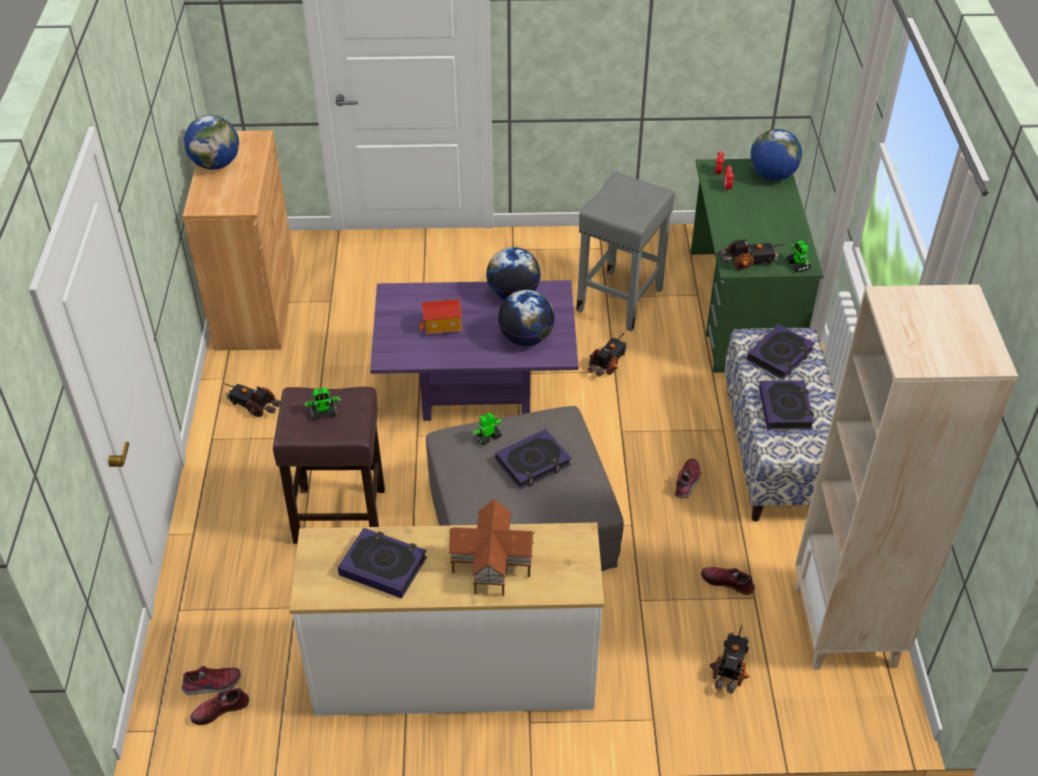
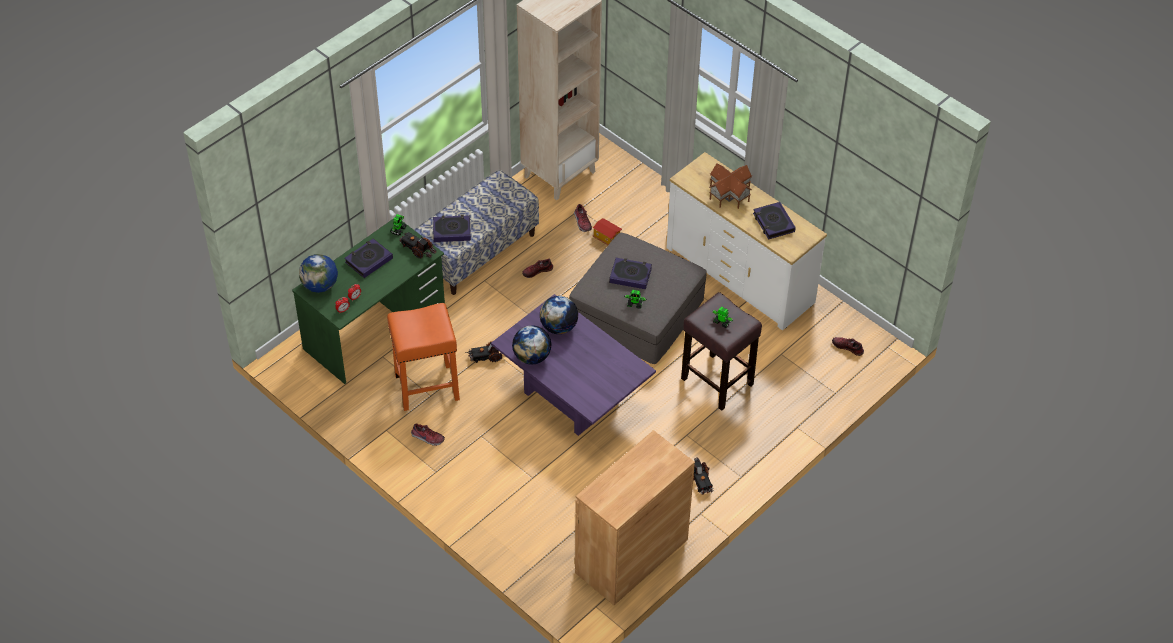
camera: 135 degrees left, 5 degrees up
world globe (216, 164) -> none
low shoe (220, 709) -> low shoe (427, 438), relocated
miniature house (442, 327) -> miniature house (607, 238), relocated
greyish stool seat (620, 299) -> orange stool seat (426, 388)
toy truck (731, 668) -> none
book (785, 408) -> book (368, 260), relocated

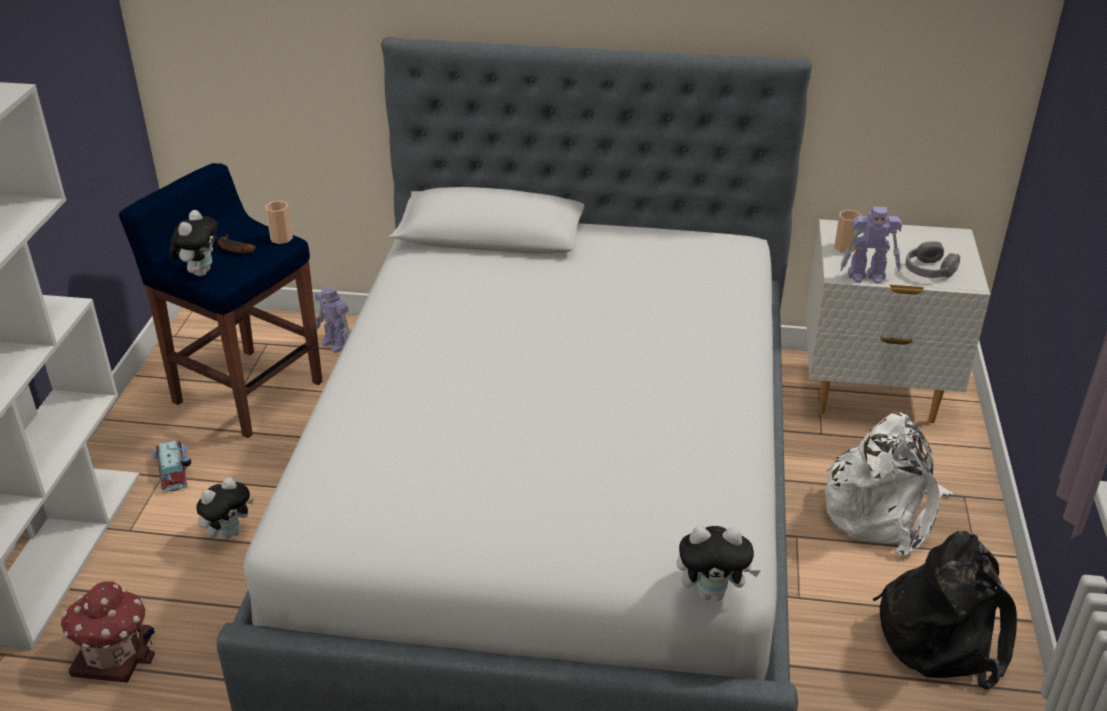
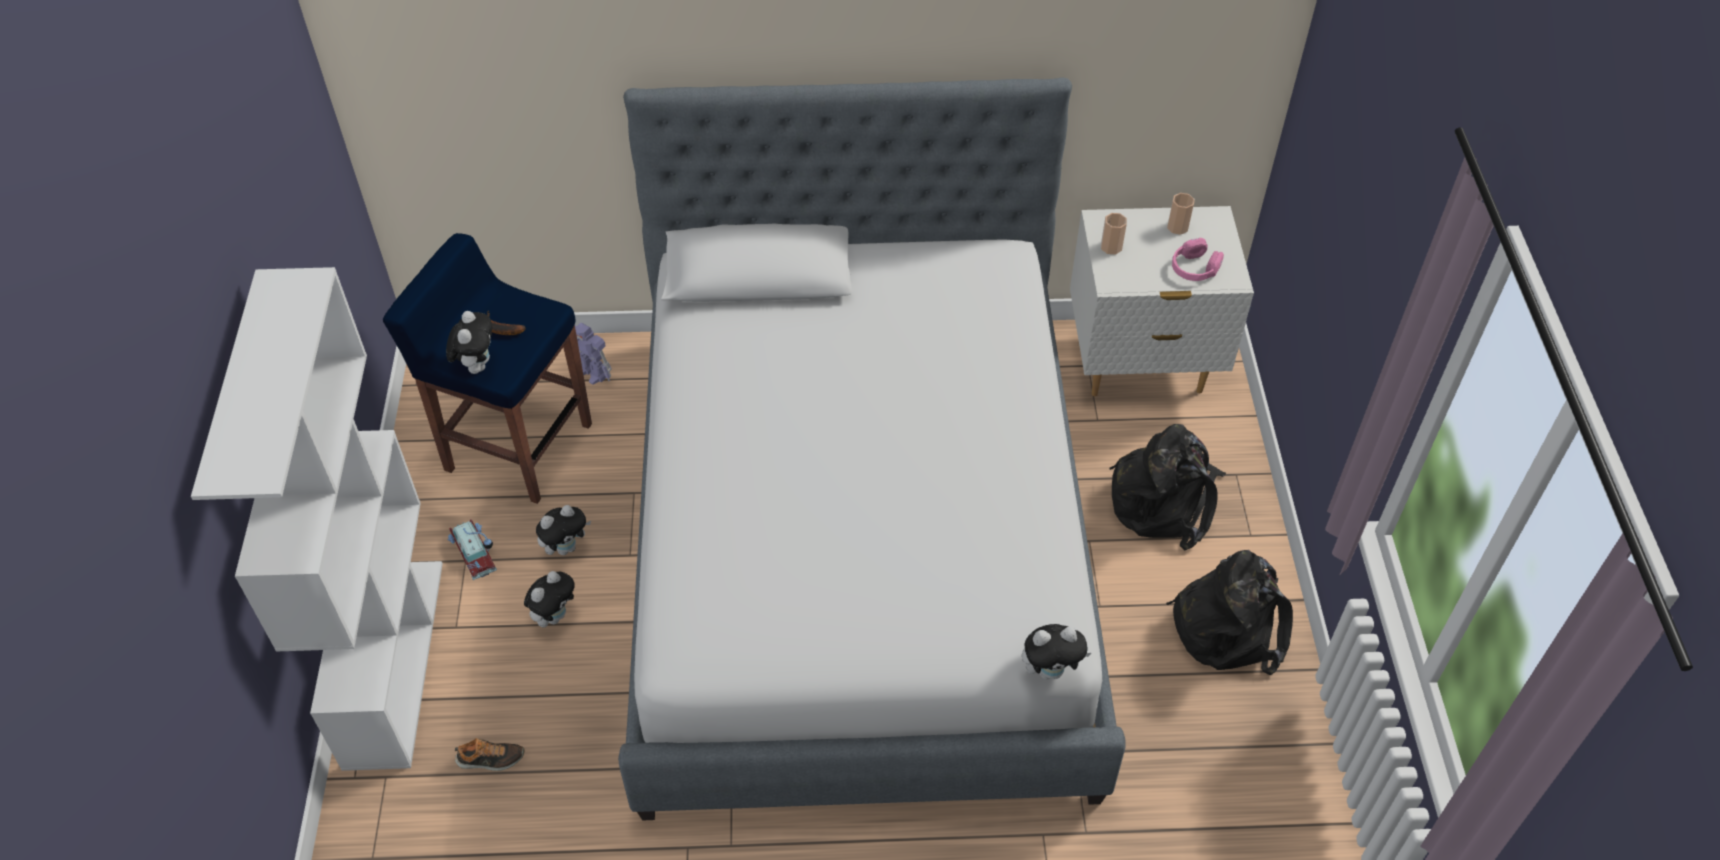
camera: 10 degrees left, 15 degrees up
miniature house (114, 653) -> low shoe (490, 759)
small cup (281, 238) -> small cup (1177, 227), relocated
whitish backpack (883, 510) -> black backpack (1164, 501)
robot figure (867, 276) -> none
greyish headphones (929, 271) -> pink-coloured headphones (1194, 268)
none -> cuddly toy (566, 547)

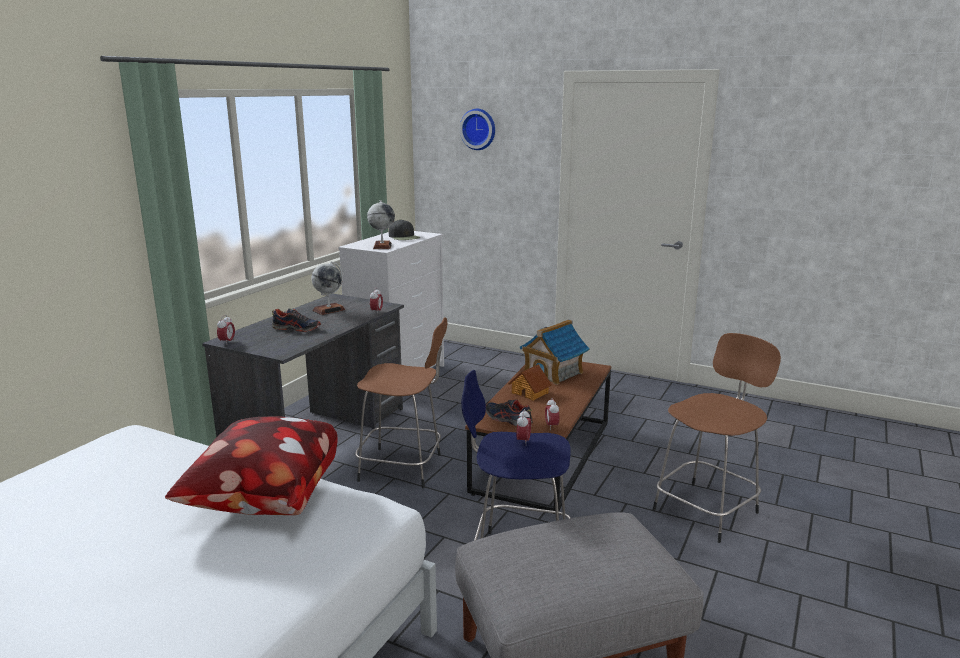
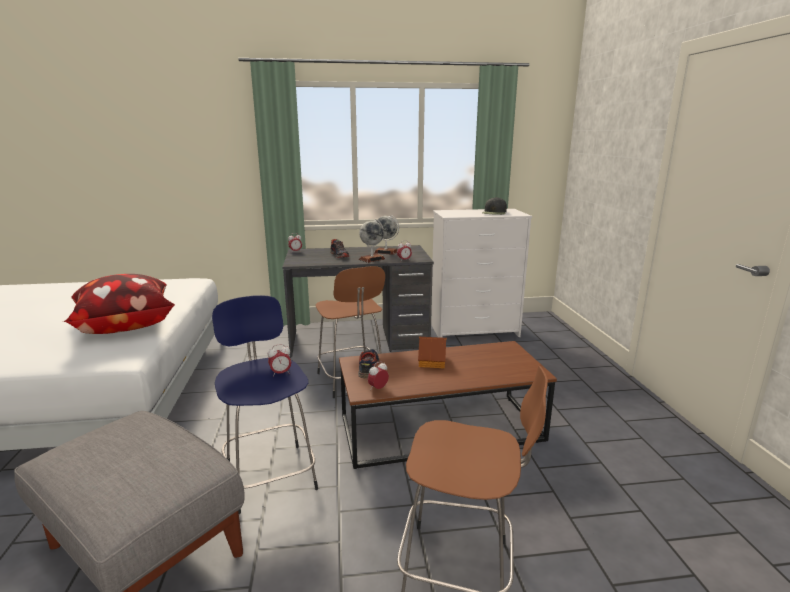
camera: 55 degrees right, 0 degrees up
world globe (382, 246) -> world globe (372, 259), relocated
hanging clock (479, 129) -> none
miniature house (553, 373) -> none

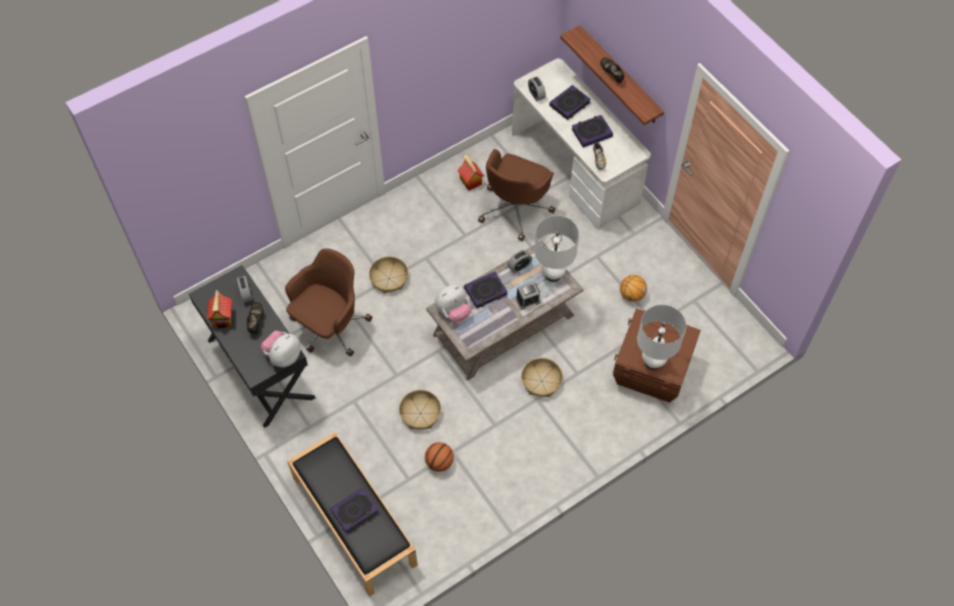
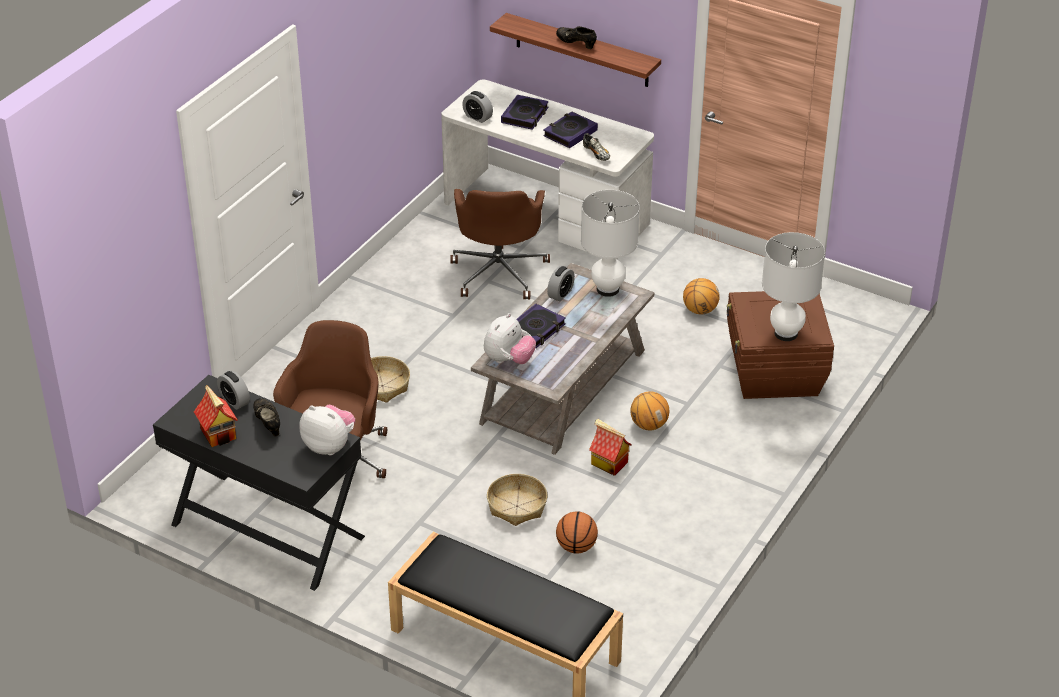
camera: 25 degrees left, 20 degrees down
cuddly toy (283, 356) -> cuddly toy (329, 446), 105 degrees clockwise
book (354, 511) -> none
miniature house (470, 181) -> miniature house (608, 463), relocated
bedside clock (527, 300) -> none
storage basket (541, 381) -> basketball (648, 425)

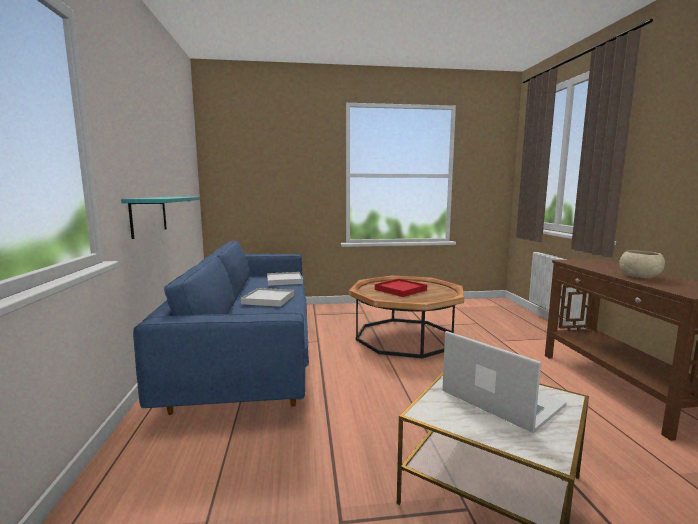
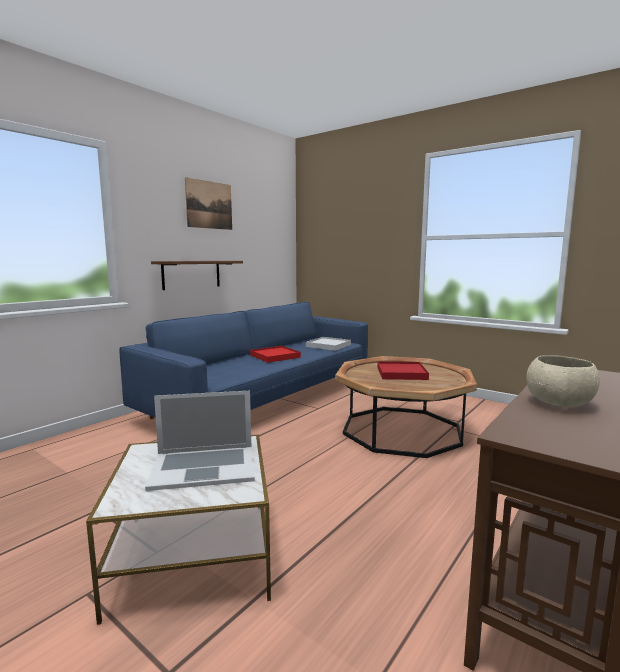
camera: 45 degrees right, 0 degrees up
turquoise wall shelf (148, 215) -> brown wall shelf (191, 274)
whitish carrying tray (268, 299) -> reddish carrying tray (275, 356)
notebook computer (501, 398) -> notebook computer (203, 467), 75 degrees clockwise
none -> picture (209, 205)

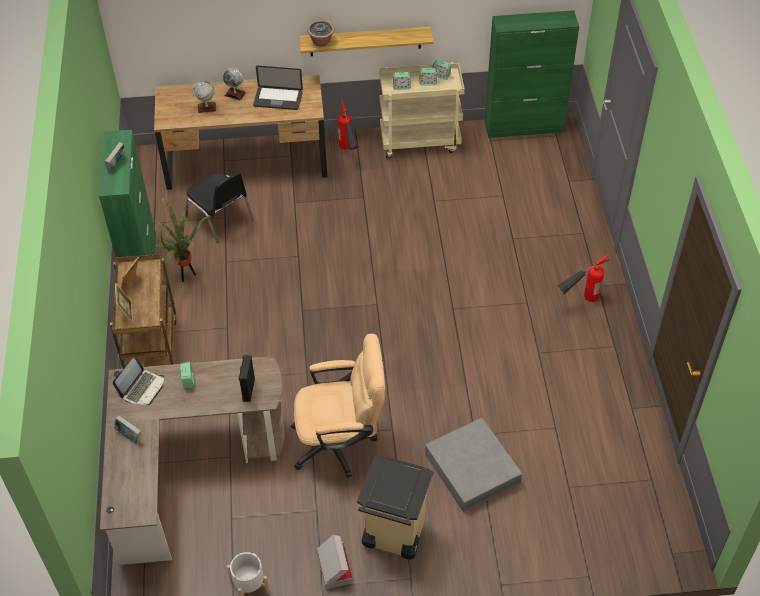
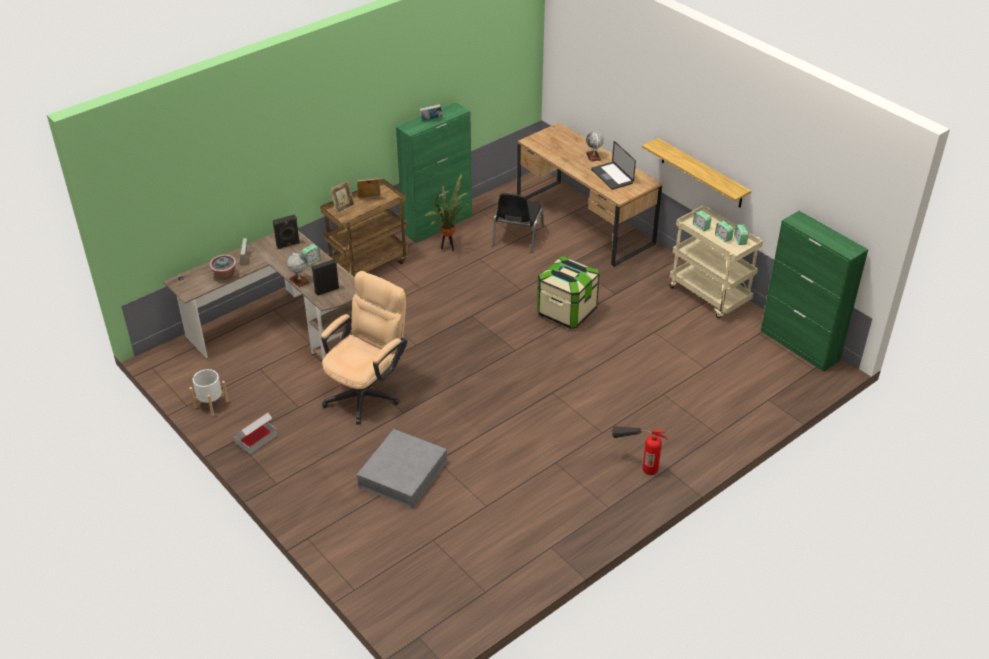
camera: 55 degrees right, 10 degrees down
notebook computer (142, 388) -> black audio speaker (288, 245)
world globe (206, 108) -> world globe (299, 280), relocated
sand-coloured computer chair (341, 443) -> sand-coloured computer chair (367, 392), 105 degrees counterclockwise
houseplant (321, 42) -> houseplant (225, 276), relocated
fire-fighting cylinder (349, 153) -> none
sand-coloured rubbish bin (393, 535) -> none
none -> storage container (566, 312)

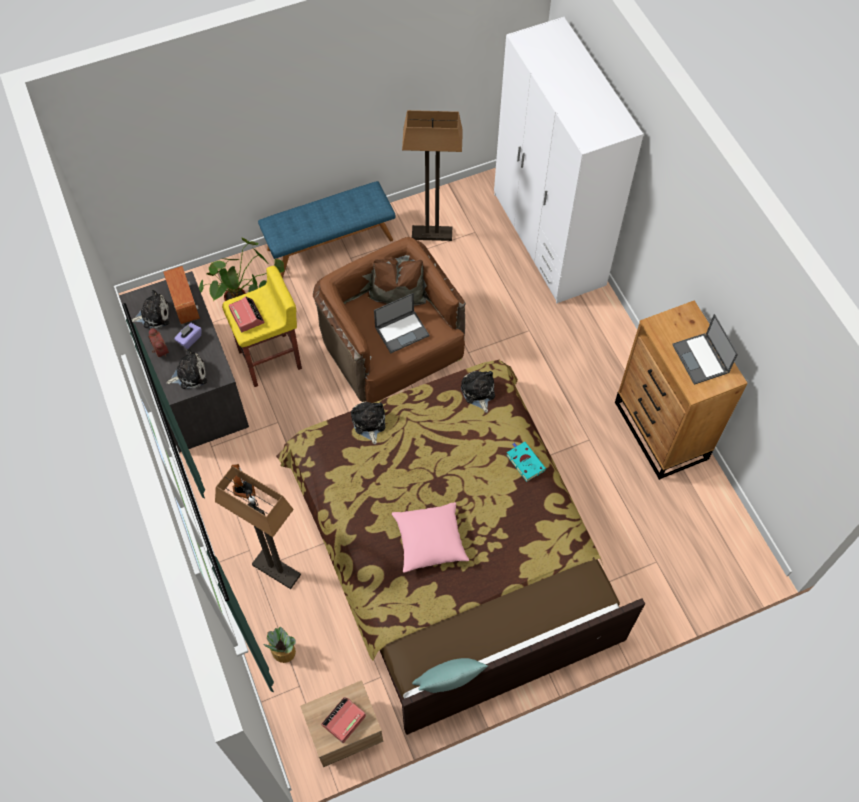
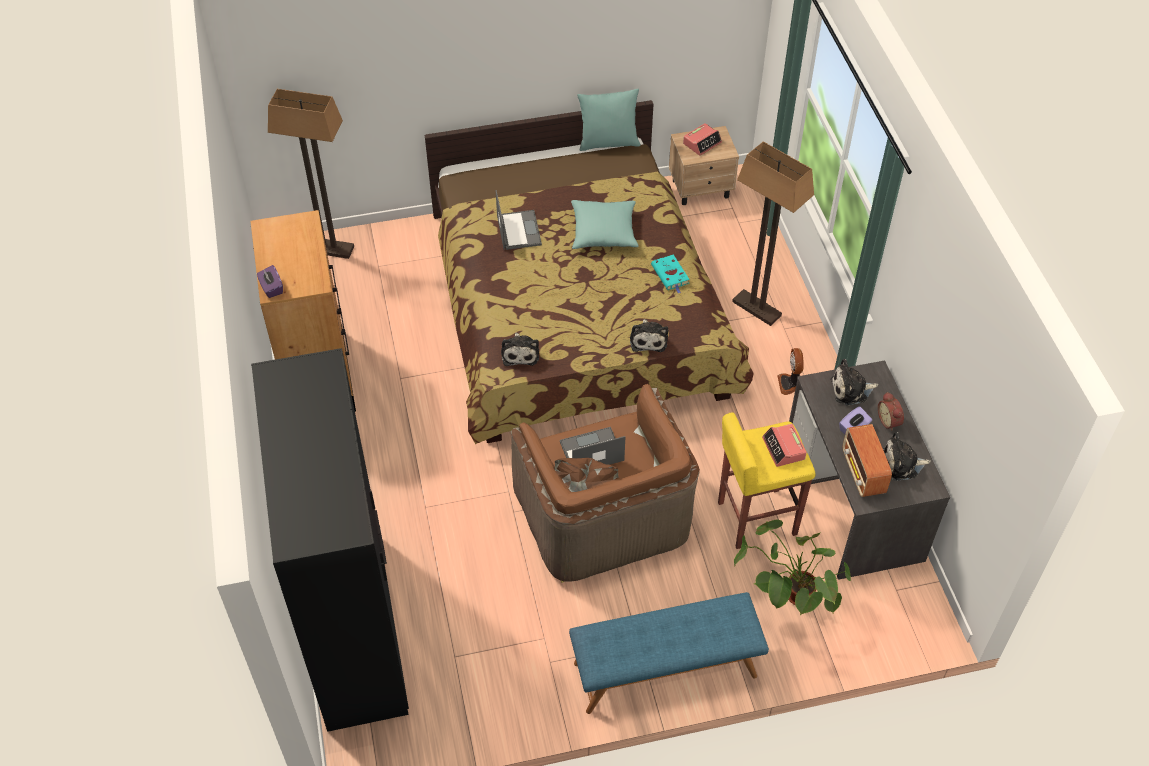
camera: 170 degrees left, 10 degrees down
houseplant (284, 651) -> none
pink-coloured cushion (430, 541) -> turquoise cushion (604, 232)
floor lamp (432, 234) -> floor lamp (329, 249), relocated
whitish clothes cupboard (548, 239) -> black clothes cupboard (355, 628)
turquoise book (524, 461) -> turquoise book (670, 275), relocated
notebook computer (701, 359) -> notebook computer (518, 230), relocated
none -> purple-coloured tissue holder (271, 288)

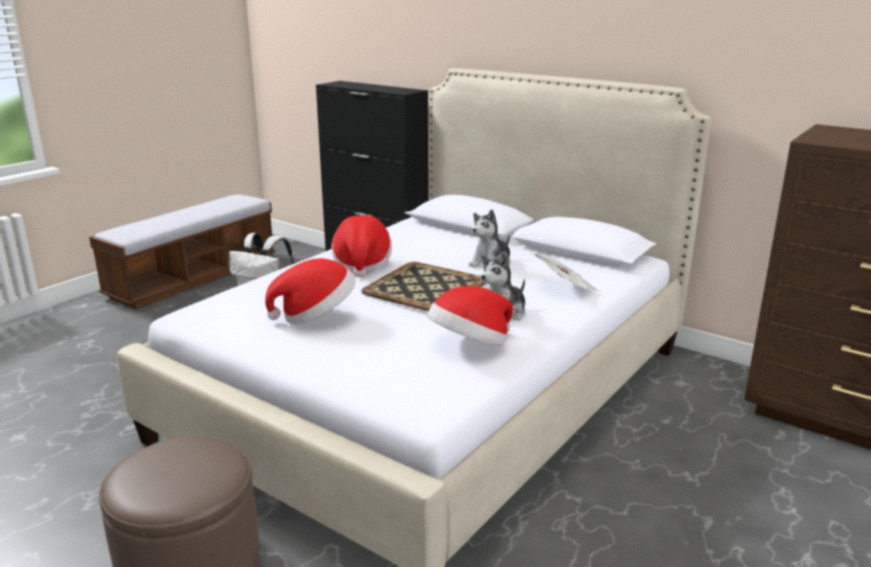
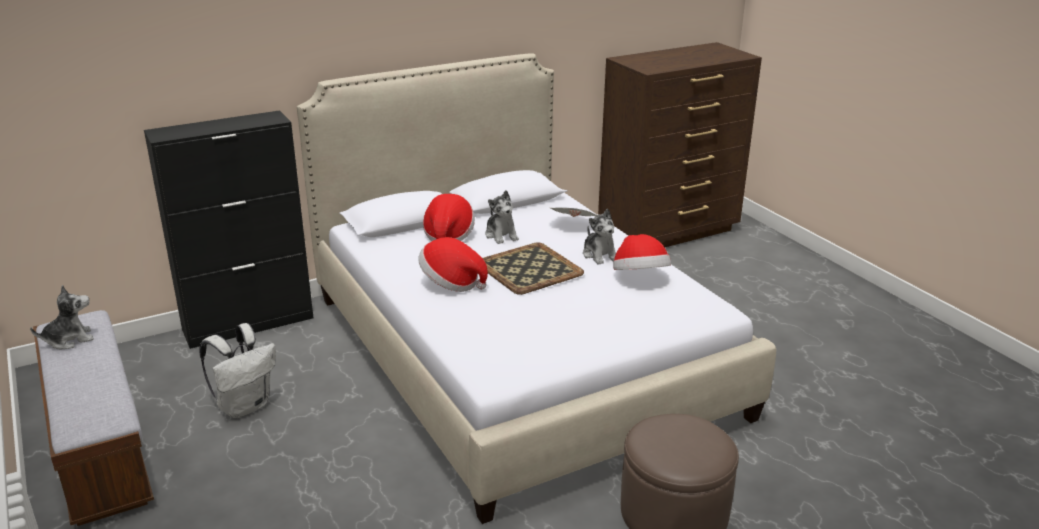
camera: 65 degrees left, 5 degrees up
clothing hat (316, 315) -> clothing hat (448, 235), relocated
none -> cuddly toy (69, 339)

